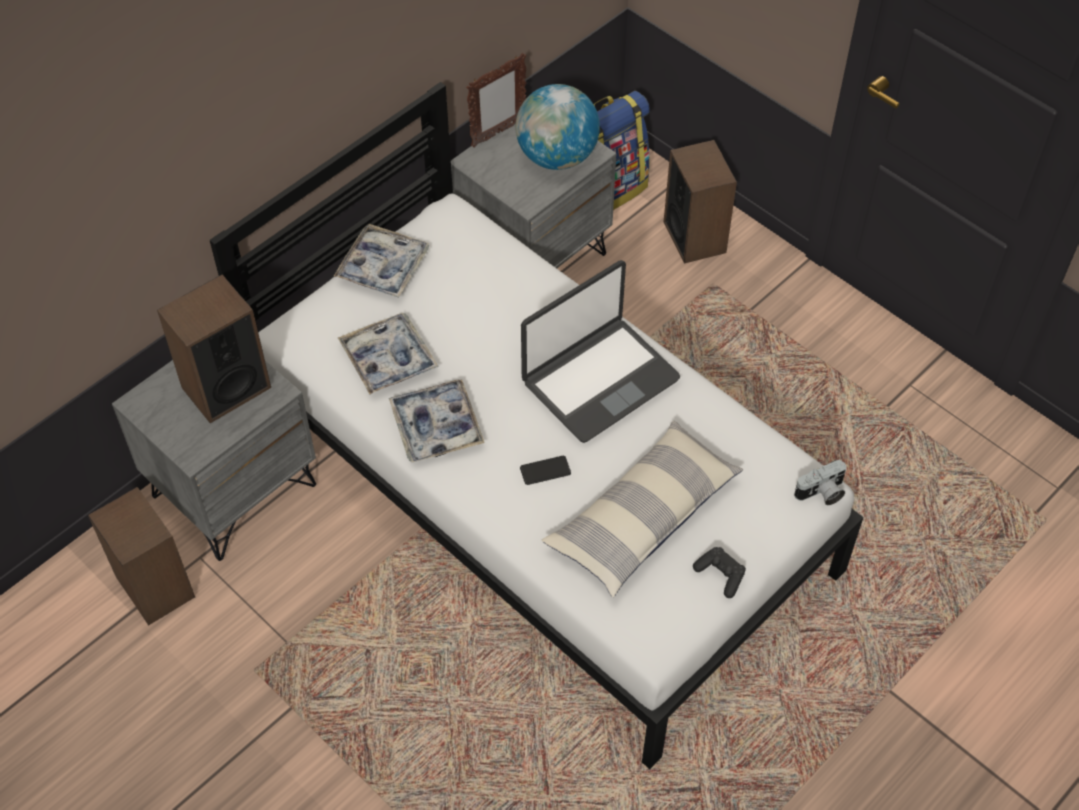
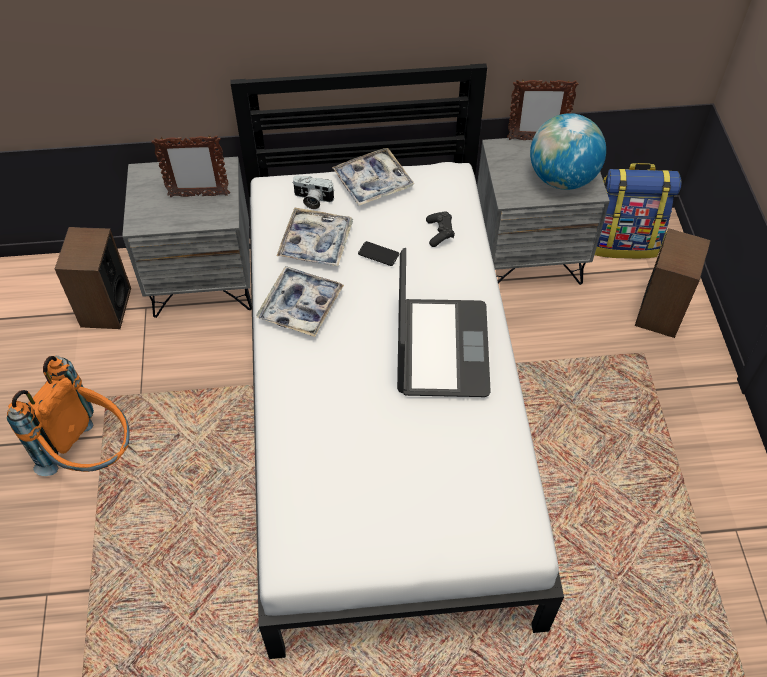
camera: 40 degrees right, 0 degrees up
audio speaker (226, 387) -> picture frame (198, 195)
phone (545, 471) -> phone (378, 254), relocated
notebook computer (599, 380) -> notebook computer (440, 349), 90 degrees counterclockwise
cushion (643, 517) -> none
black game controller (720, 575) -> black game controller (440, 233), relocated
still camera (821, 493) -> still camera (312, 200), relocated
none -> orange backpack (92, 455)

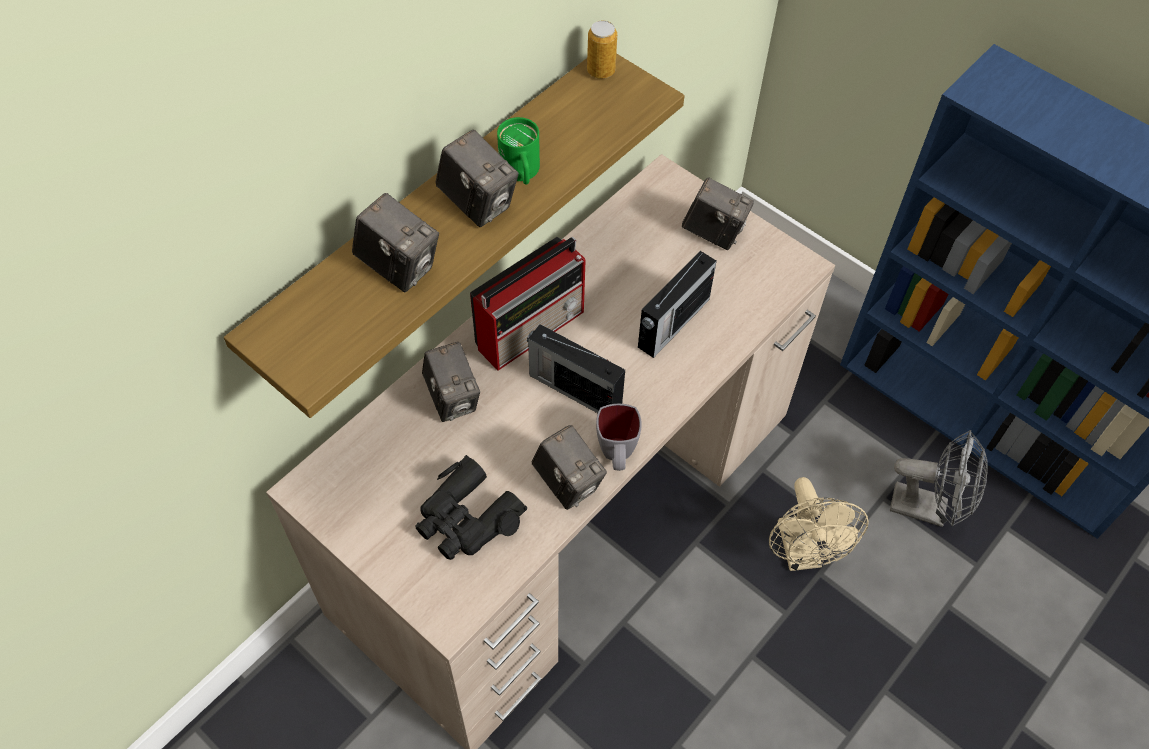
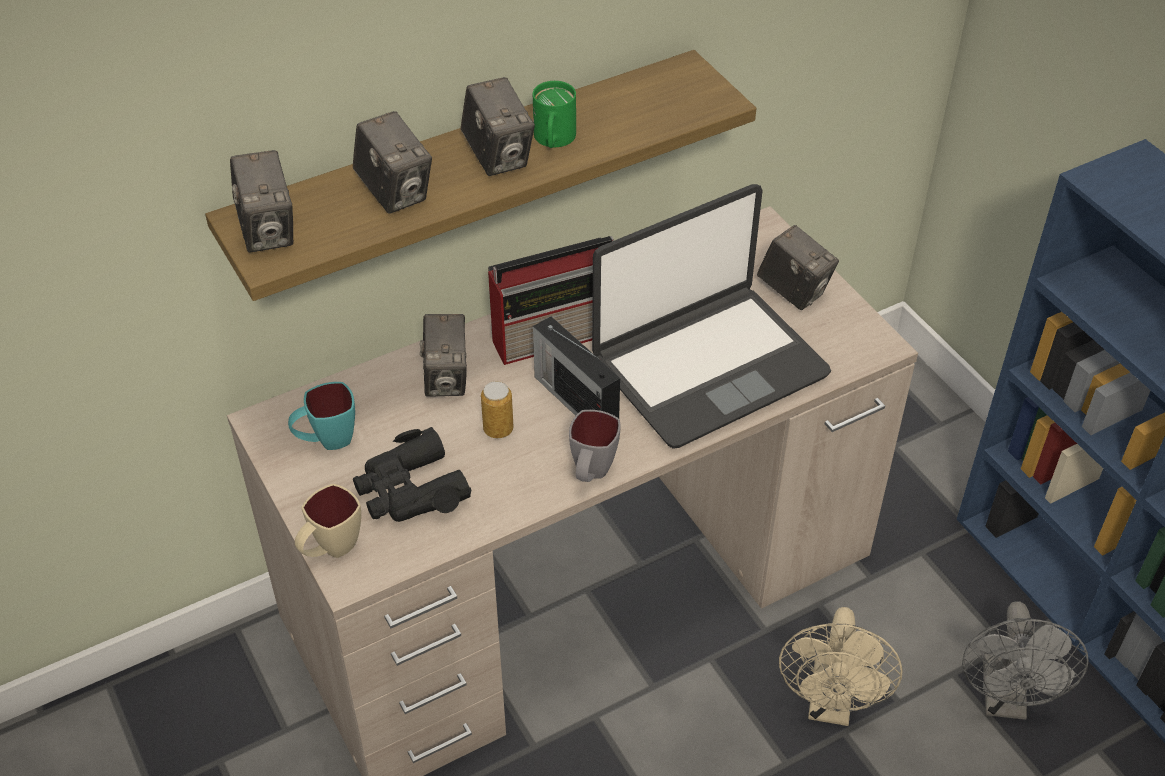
camera: 20 degrees right, 10 degrees down
still camera (568, 482) -> still camera (268, 231), relocated
can (601, 71) -> can (498, 429), relocated
radio (672, 324) -> notebook computer (708, 366)
greyish fan (928, 508) -> greyish fan (1005, 700), 60 degrees clockwise
none -> turquoise coffee mug (326, 441)
none -> sand-coloured coffee mug (330, 550)

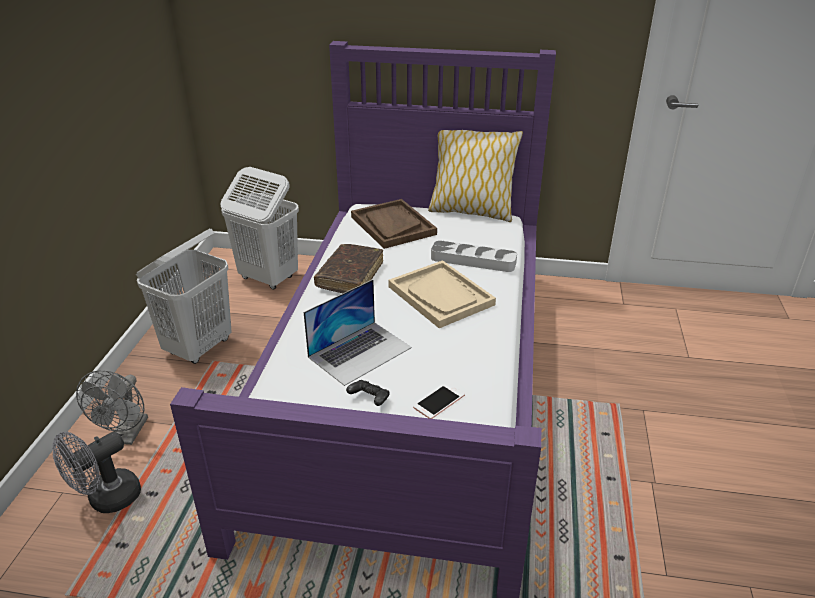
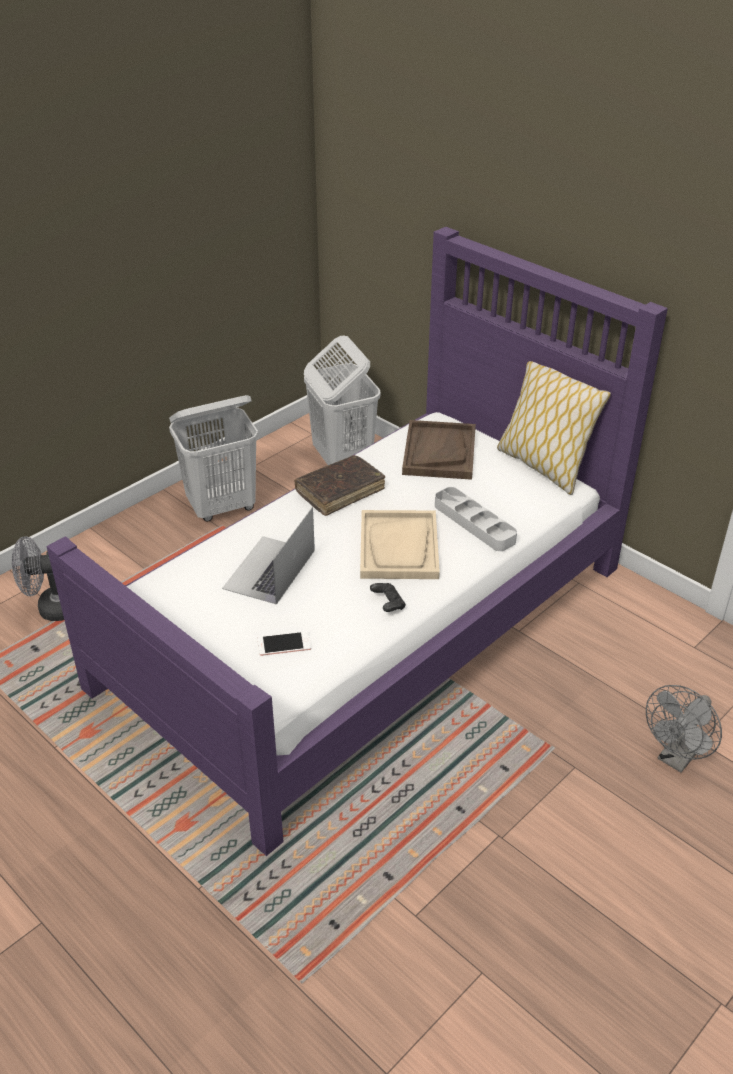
camera: 35 degrees right, 5 degrees up
greyish fan (127, 435) -> greyish fan (676, 758), relocated
notebook computer (360, 352) -> notebook computer (269, 569), 120 degrees clockwise
black game controller (369, 399) -> black game controller (388, 604), relocated

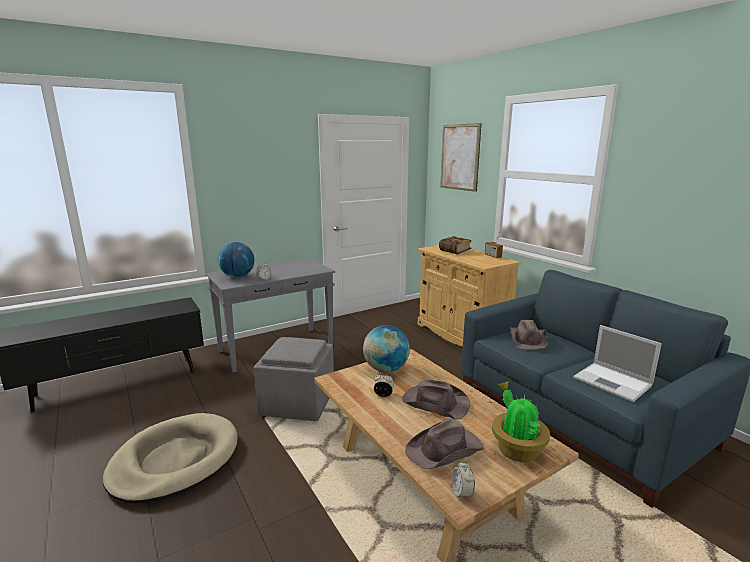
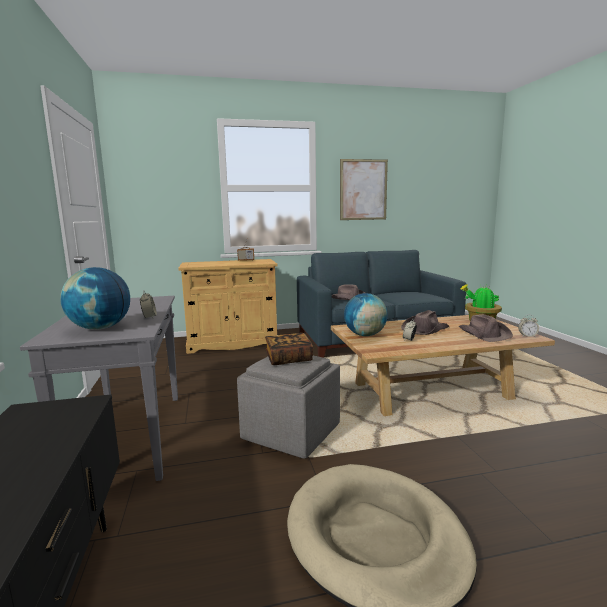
camera: 70 degrees left, 5 degrees down
book (455, 251) -> book (288, 359), relocated
picture (459, 157) -> picture (363, 190), relocated
notebook computer (613, 382) -> none

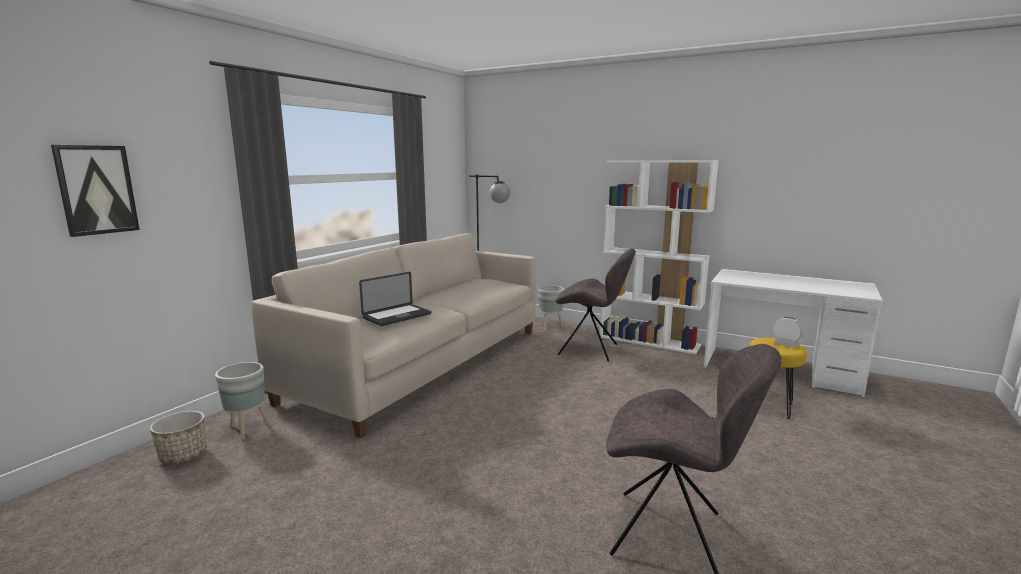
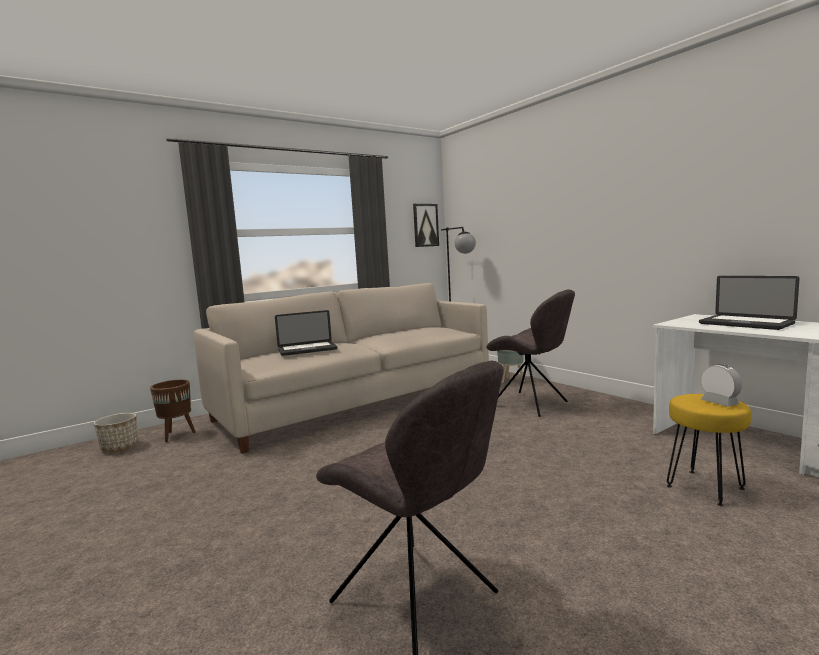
camera: 25 degrees right, 5 degrees down
picture (96, 190) -> picture (425, 225), relocated
greyish planter (247, 428) -> brown planter (177, 435)
whitish bookshelf (649, 341) -> none
none -> notebook computer (745, 324)

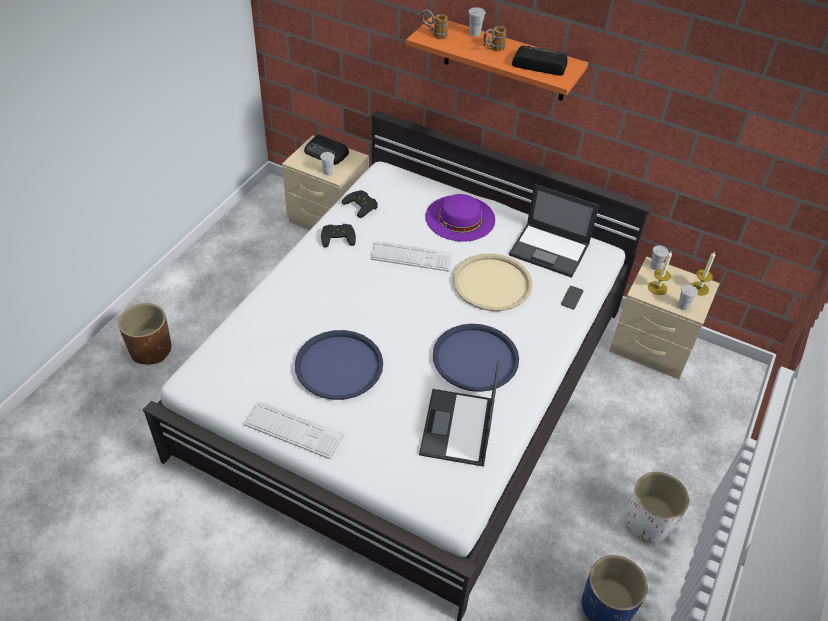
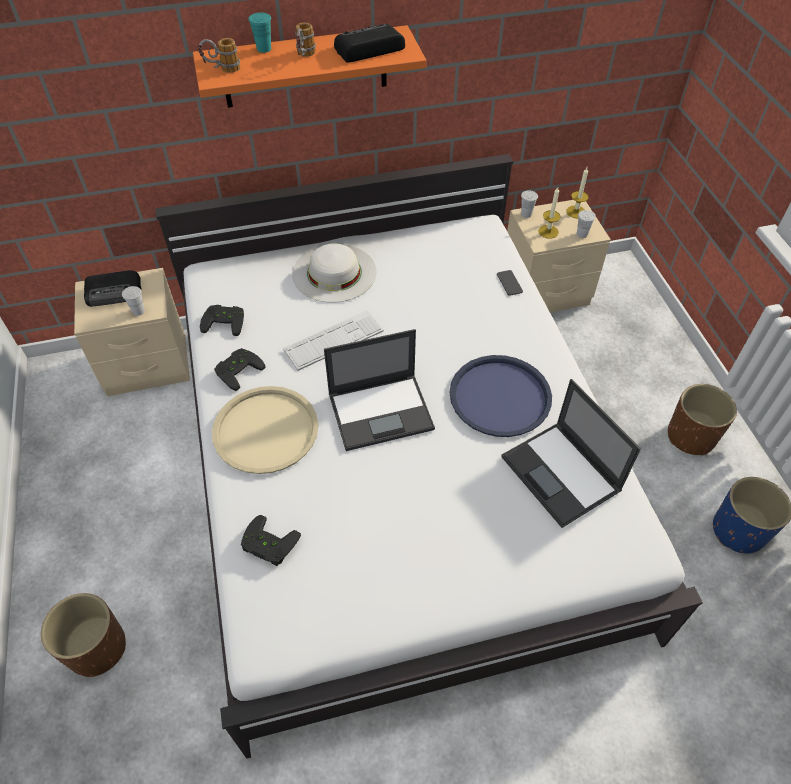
camera: 40 degrees left, 5 degrees up
computer keyboard (294, 430) -> none
bluish carrying tray (339, 365) -> none
purple-coloured clothing hat (460, 218) -> whitish clothing hat (334, 273)
sand-coloured carrying tray (492, 283) -> sand-coloured carrying tray (266, 430), relocated
whitish small cup (474, 33) -> turquoise small cup (264, 49)
notebook computer (550, 250) -> notebook computer (382, 411), relocated
whitish planter (649, 522) -> brown planter (691, 436)
none -> black game controller (267, 545)

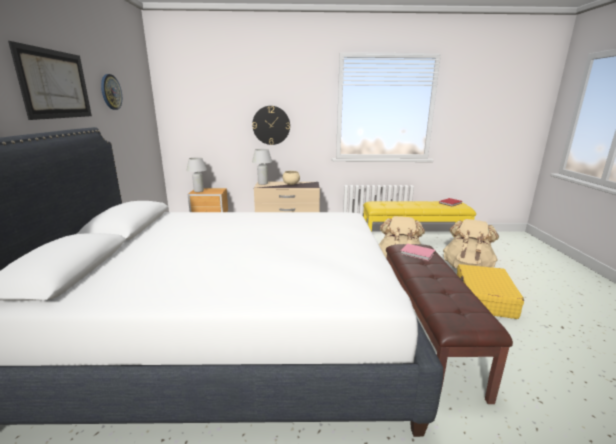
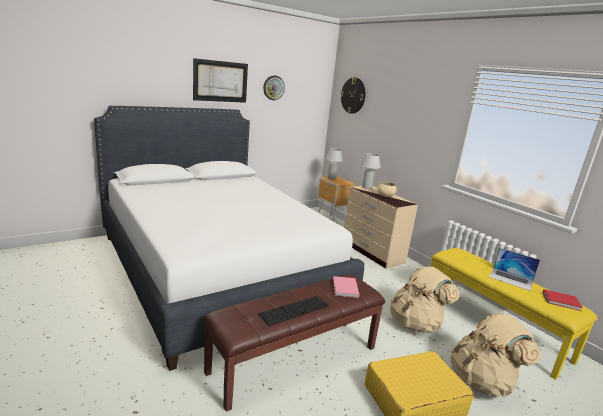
camera: 55 degrees right, 0 degrees up
hanging clock (271, 125) -> hanging clock (353, 95), relocated
none -> computer keyboard (294, 310)
none -> notebook computer (511, 279)

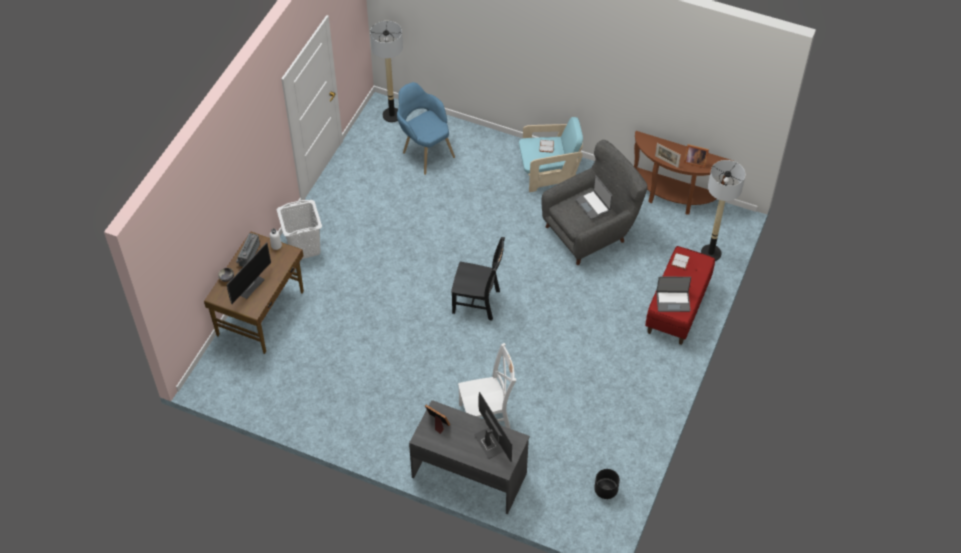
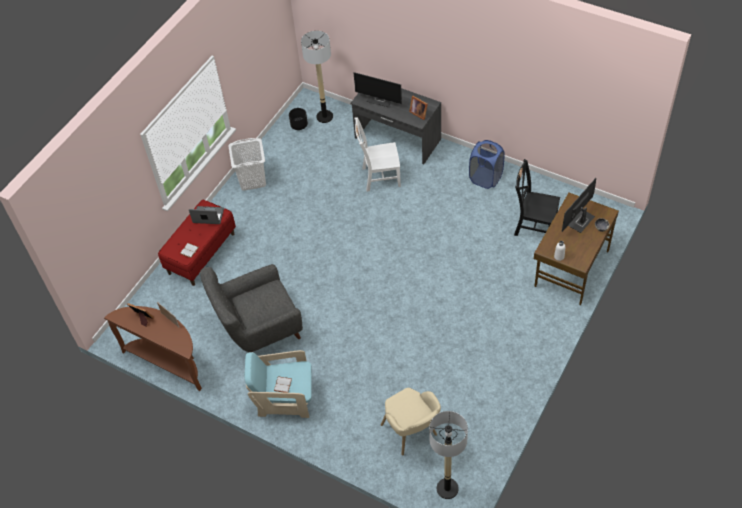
camera: 170 degrees left, 0 degrees up
radio (248, 254) -> none
whitish laundry basket (303, 247) -> whitish laundry basket (252, 180), relocated
bluish easy chair (424, 151) -> sand-coloured easy chair (412, 435)
black chair (478, 302) -> black chair (533, 226), relocated
computer screen (489, 442) -> computer screen (380, 100), 45 degrees counterclockwise
notebook computer (593, 205) -> none
floor lamp (710, 253) -> floor lamp (324, 116), relocated
none -> bluish laundry basket (485, 178)

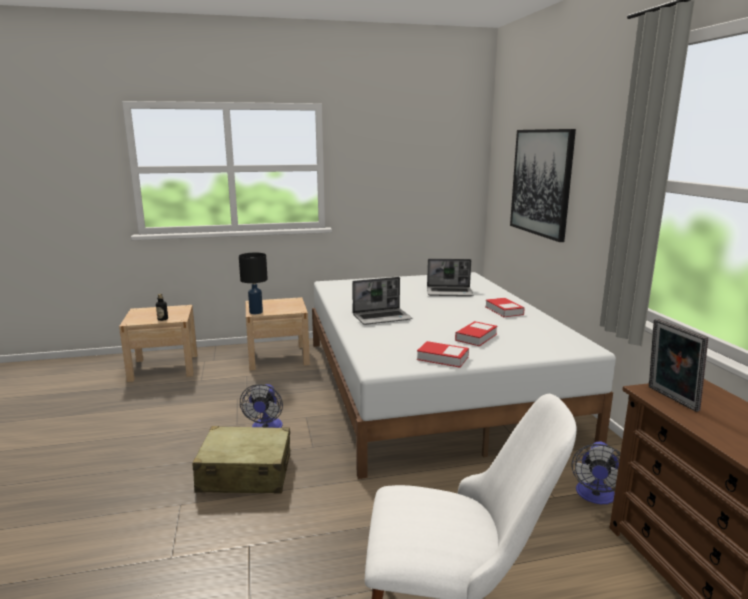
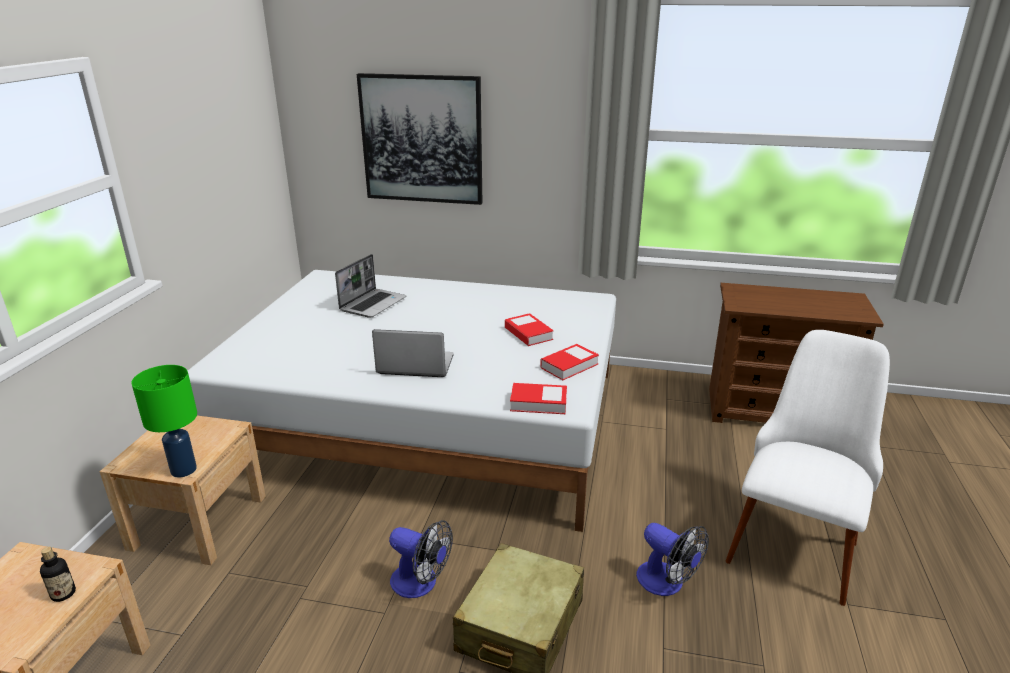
camera: 65 degrees left, 10 degrees up
black lamp for a table (256, 312) -> green-coloured lamp for a table (184, 469)
notebook computer (382, 317) -> notebook computer (414, 365), 90 degrees counterclockwise
book (504, 311) -> book (538, 403), relocated
fan (595, 496) -> fan (667, 583), relocated
picture frame (670, 399) -> none

